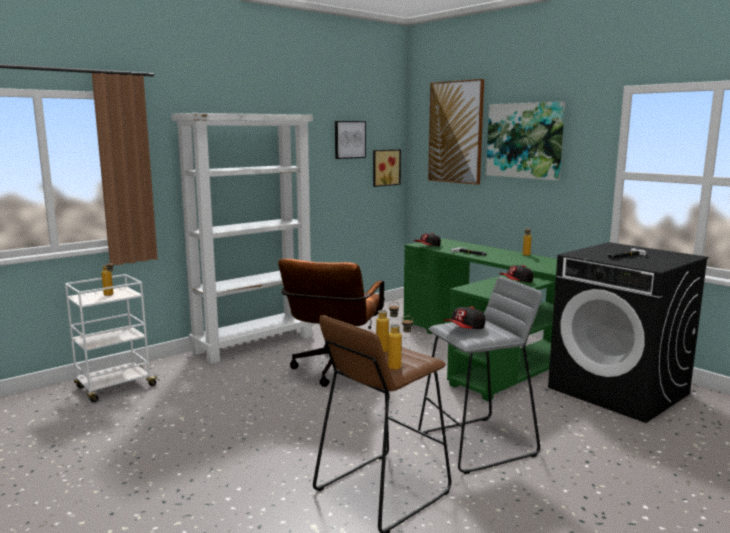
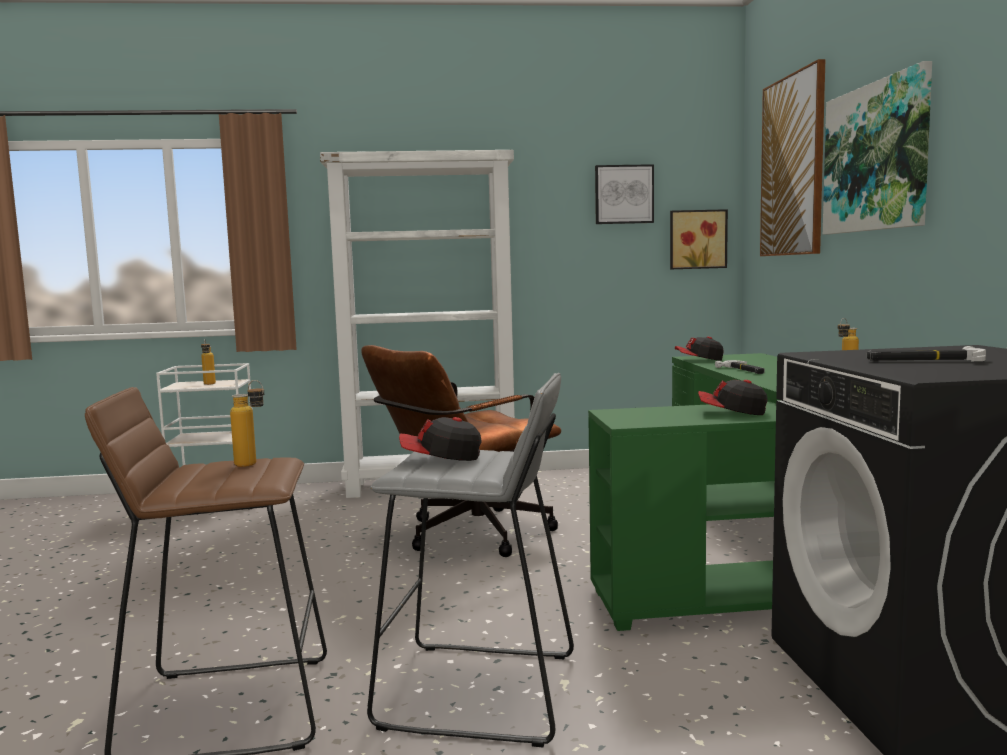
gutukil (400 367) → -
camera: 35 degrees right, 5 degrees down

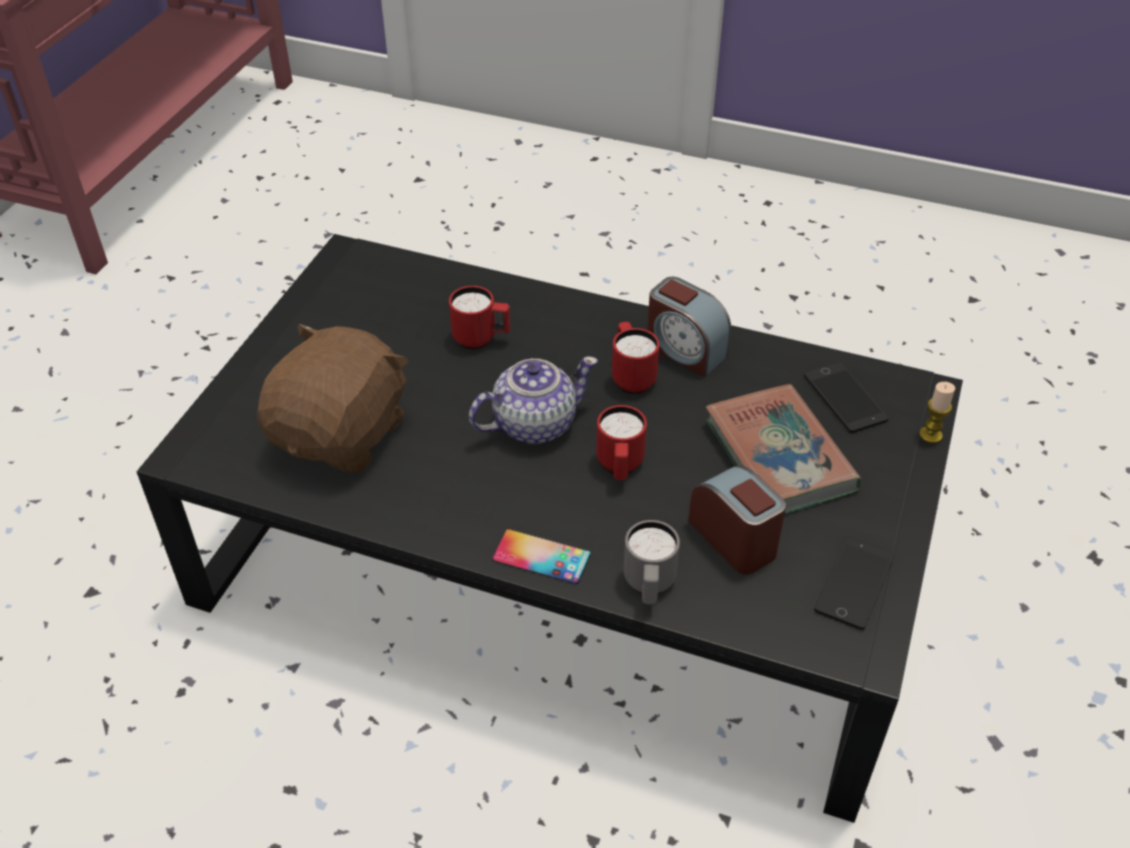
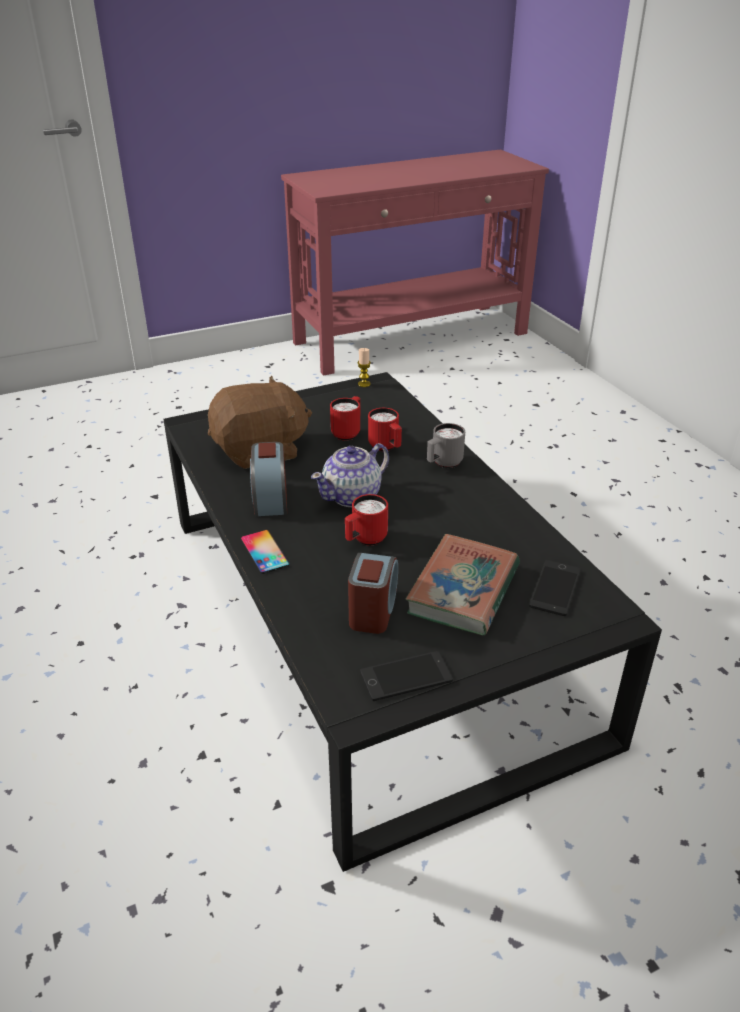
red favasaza (631 377) → red favasaza (348 432), shifted
grey favasaza (649 586) → grey favasaza (443 464), shifted
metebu (684 350) → metebu (270 498), shifted
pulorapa (930 435) → pulorapa (364 384), shifted
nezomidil (533 424) → nezomidil (352 496), 120 degrees clockwise
camera: 45 degrees right, 10 degrees down

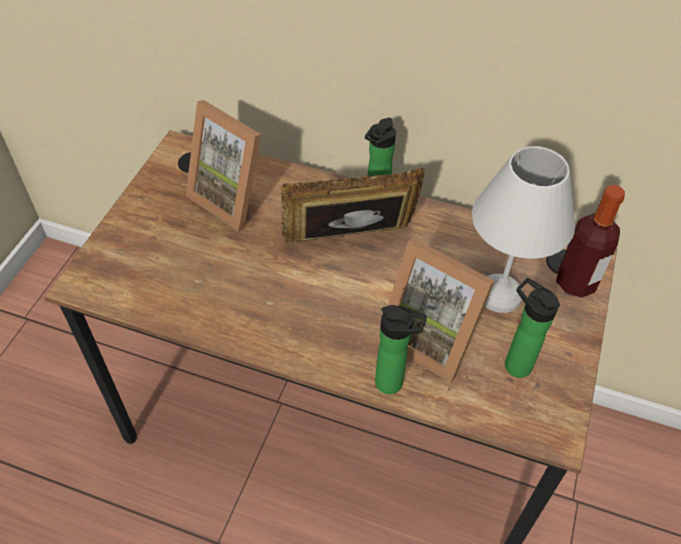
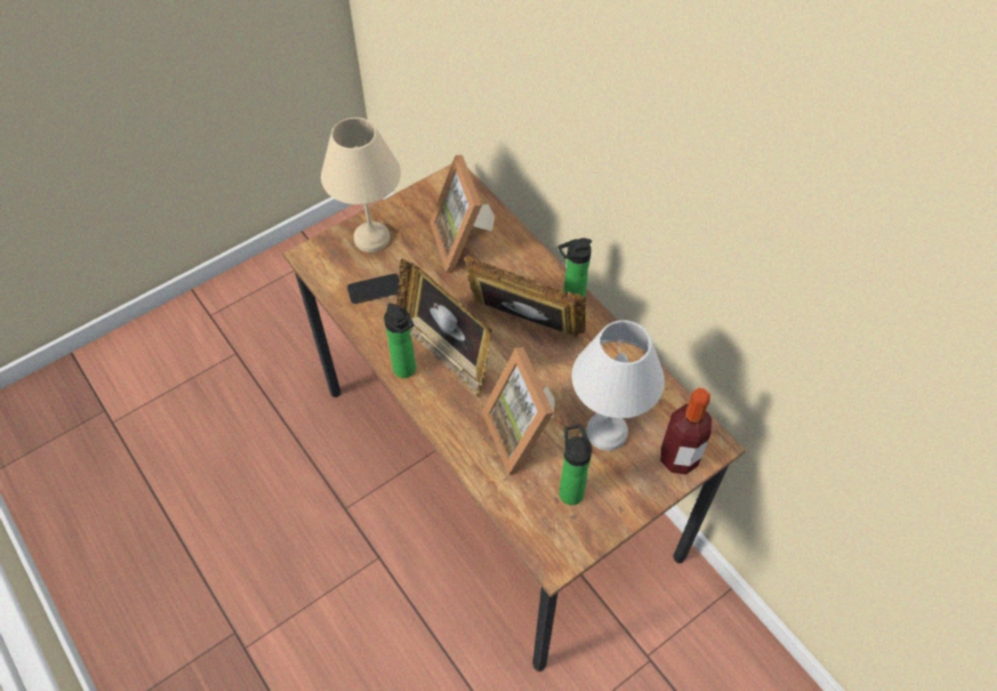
- → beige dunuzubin (370 238)
- → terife (374 289)
- → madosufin (445 351)
gutukil (393 384) → gutukil (406 371), shifted
camera: 35 degrees right, 5 degrees up

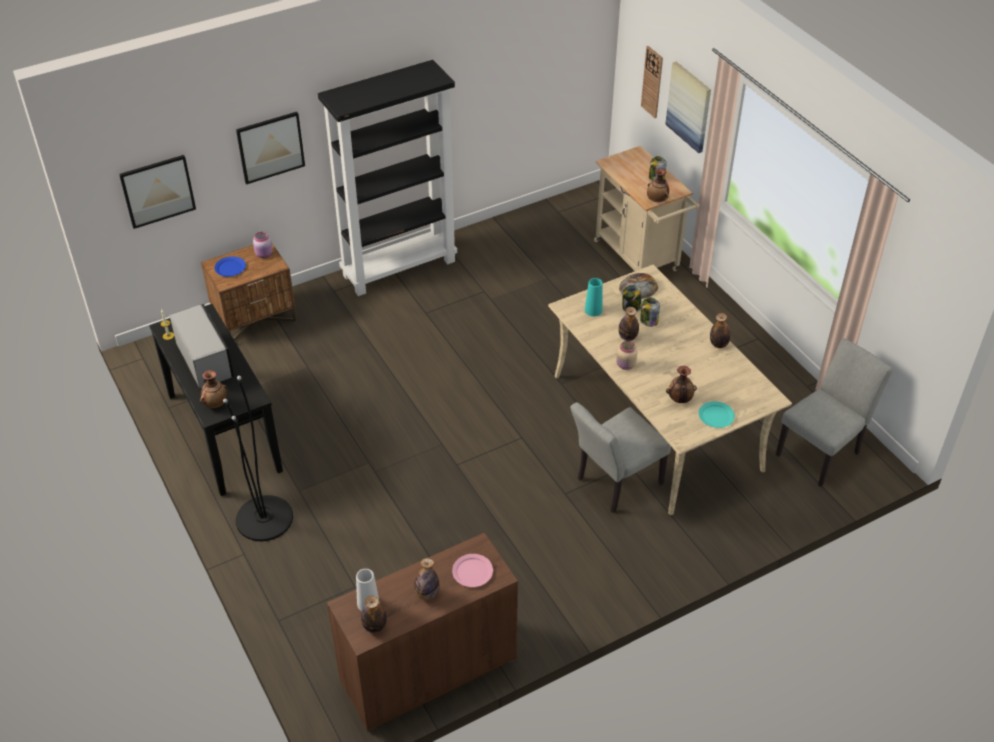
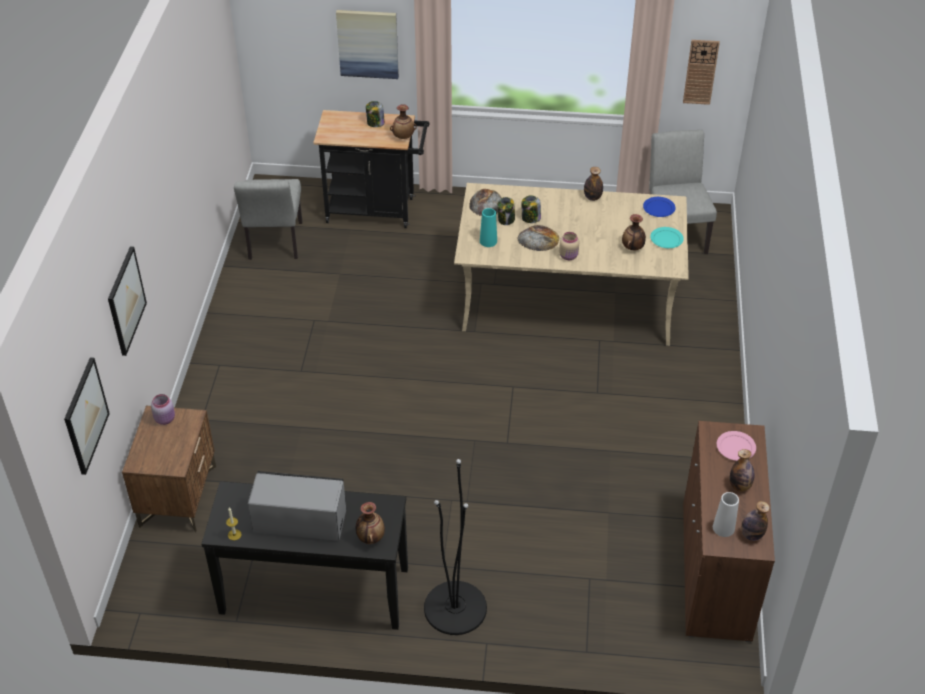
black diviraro (399 267) → -
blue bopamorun (230 268) → blue bopamorun (659 208), shifted
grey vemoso (614 484) → grey vemoso (274 244), shifted
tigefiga (652 82) → tigefiga (700 72), shifted
gutukil (627 337) → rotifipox (538 239)
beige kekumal (639 259) → black kekumal (376 210)
camera: 55 degrees left, 0 degrees up

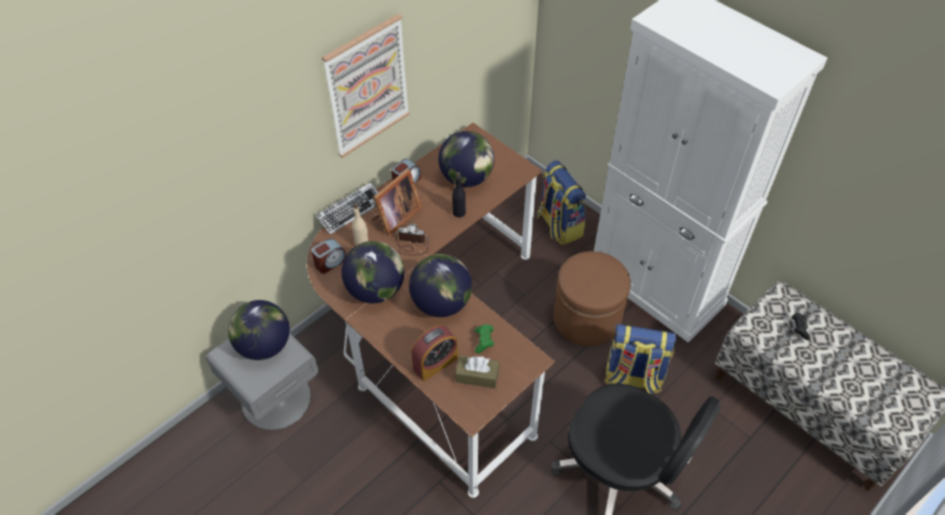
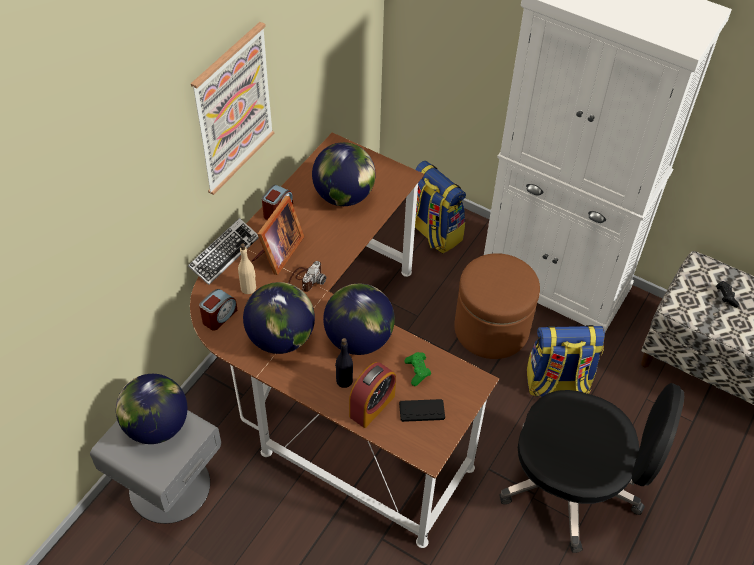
black gutukil (459 212) → black gutukil (344 380), shifted
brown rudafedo (477 376) → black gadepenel (422 411)
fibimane (411 244) → fibimane (305 280), 120 degrees clockwise
camera: 15 degrees left, 0 degrees up

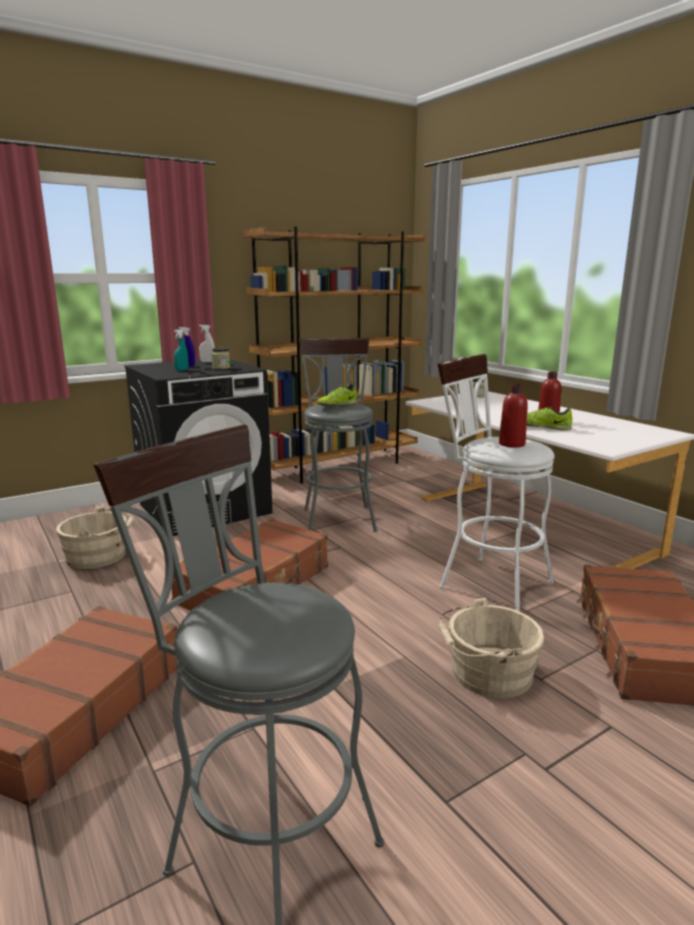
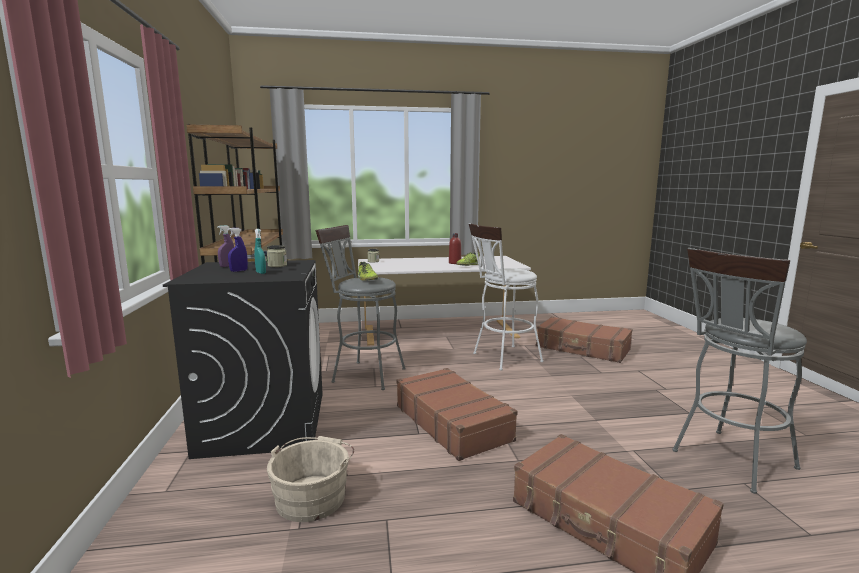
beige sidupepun (486 673) → -
red gutukil (511 444) → -
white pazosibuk (207 362) → purple pazosibuk (227 266)
camera: 65 degrees left, 5 degrees down

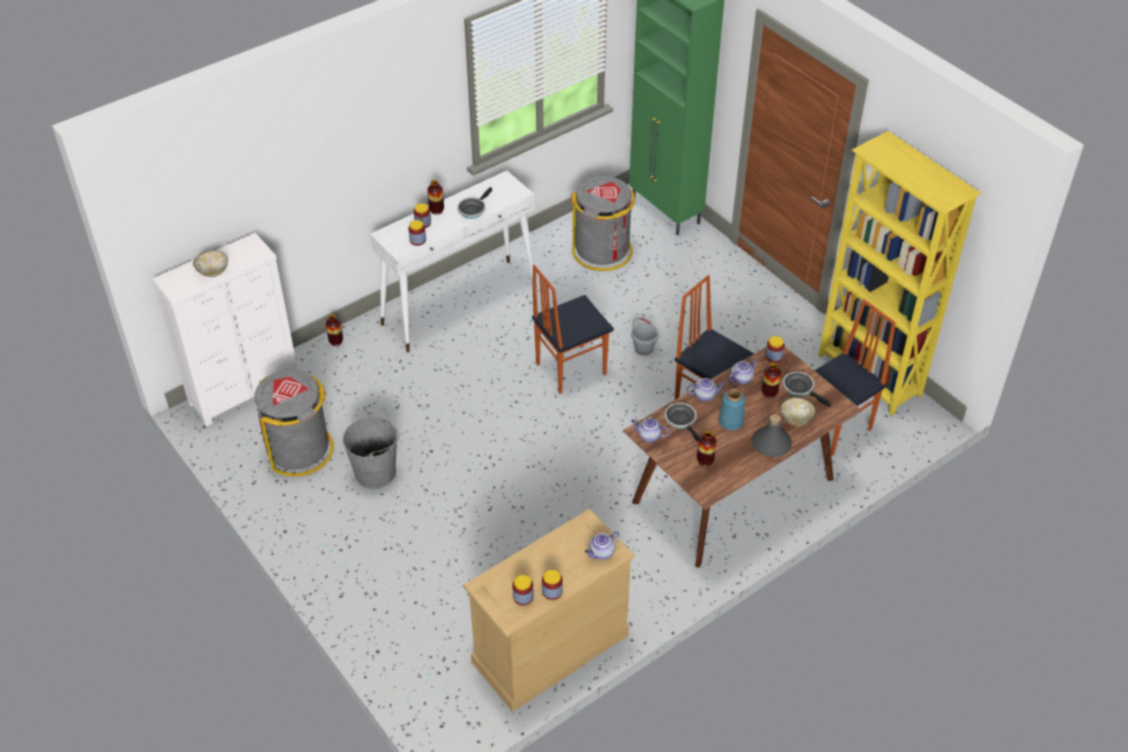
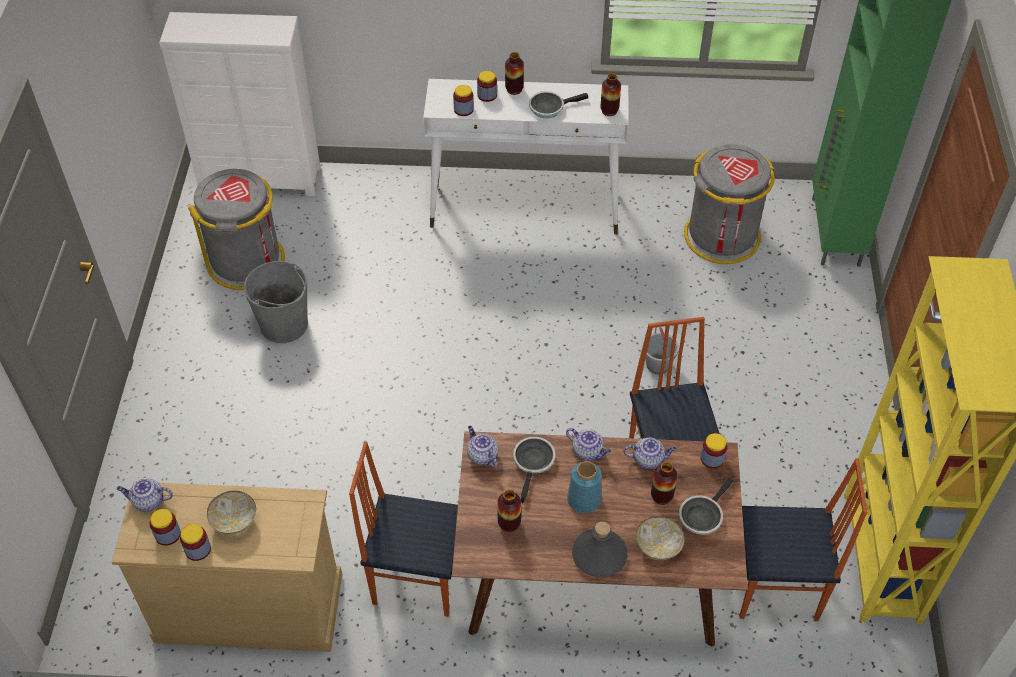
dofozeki (213 271) → dofozeki (234 521), shifted
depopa (336 341) → depopa (609 111), shifted
vemoso (569 368) → vemoso (417 578), shifted
nezomidil (601 553) → nezomidil (148 502), shifted
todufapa (800 389) → todufapa (702 515), 135 degrees counterclockwise
camera: 40 degrees right, 5 degrees up

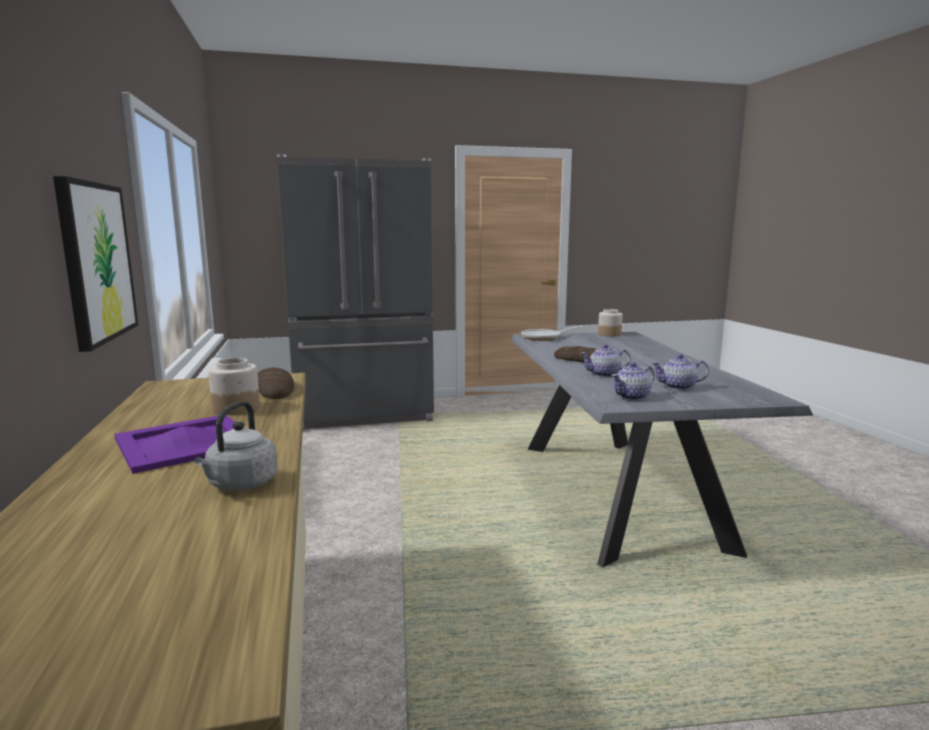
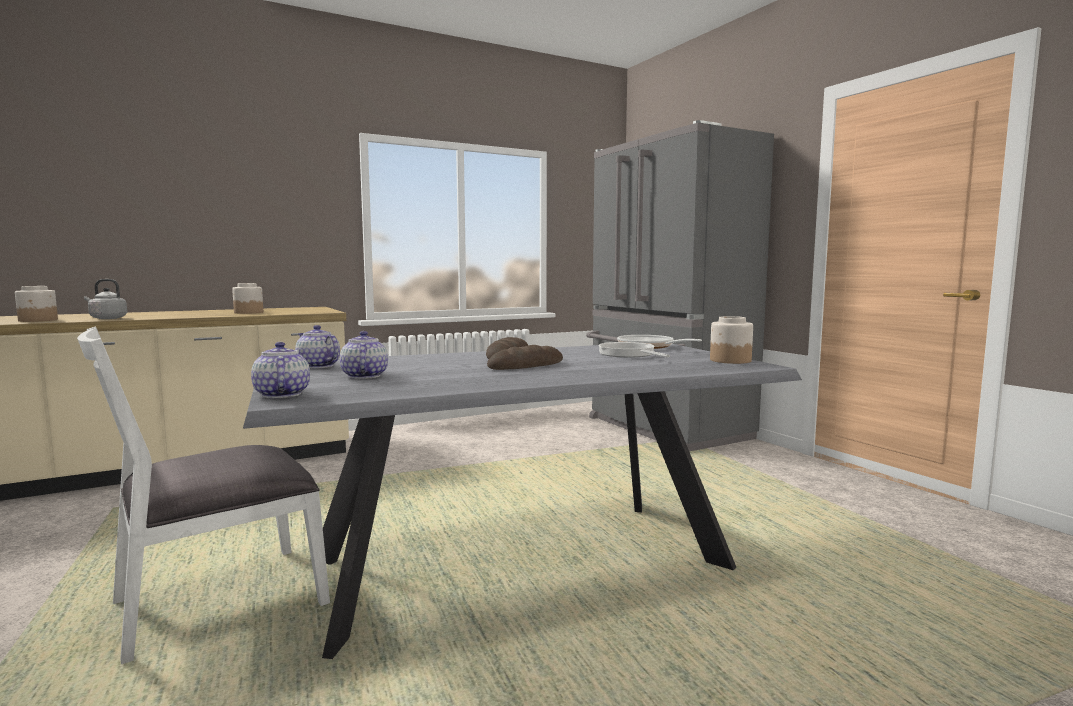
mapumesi (96 262) → -
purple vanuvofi (186 443) → -
- → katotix (38 320)
- → white vemoso (218 601)
- → todufapa (628 354)
rotifipox (274 389) → rotifipox (526 365), shifted
nezomidil (604 374) → nezomidil (281 394), shifted
camera: 75 degrees right, 5 degrees down

